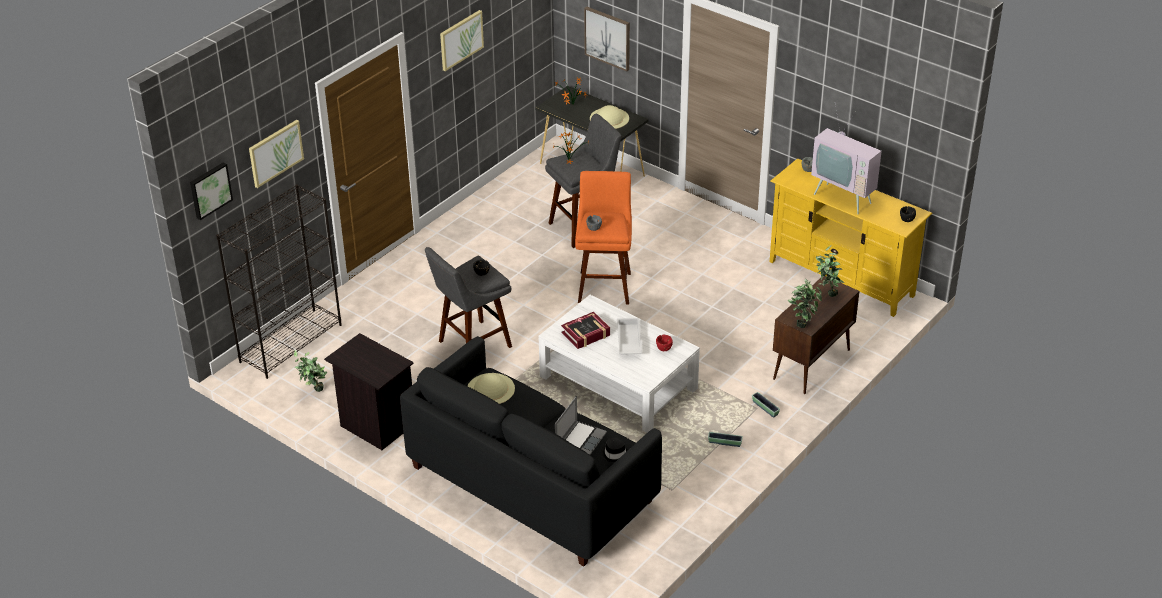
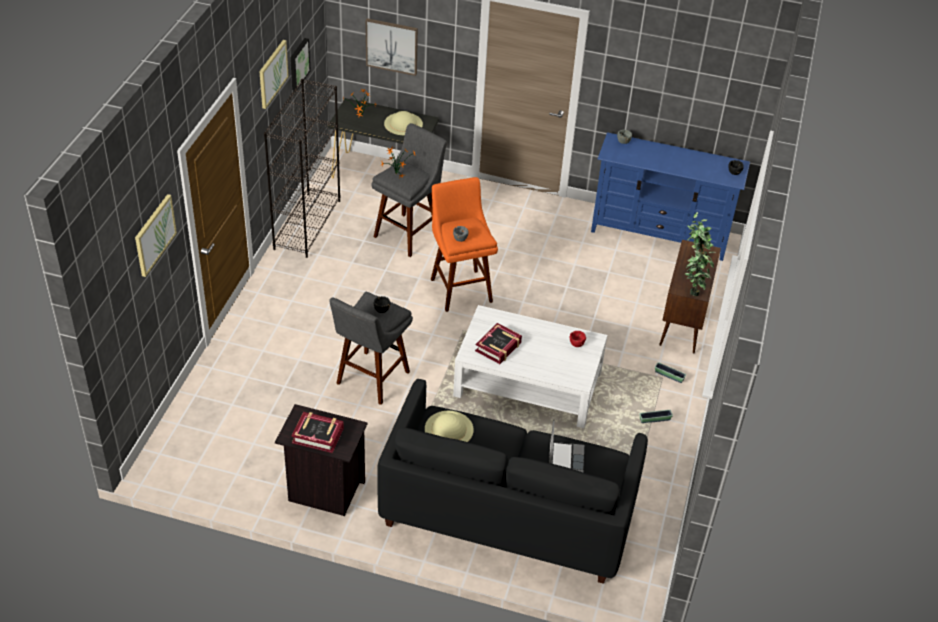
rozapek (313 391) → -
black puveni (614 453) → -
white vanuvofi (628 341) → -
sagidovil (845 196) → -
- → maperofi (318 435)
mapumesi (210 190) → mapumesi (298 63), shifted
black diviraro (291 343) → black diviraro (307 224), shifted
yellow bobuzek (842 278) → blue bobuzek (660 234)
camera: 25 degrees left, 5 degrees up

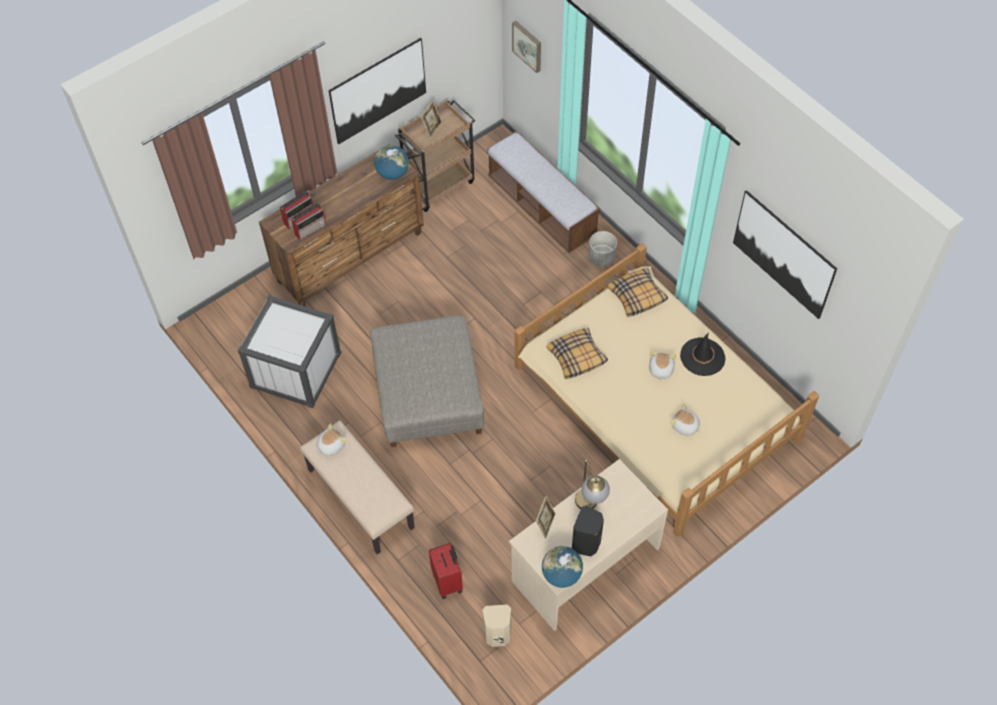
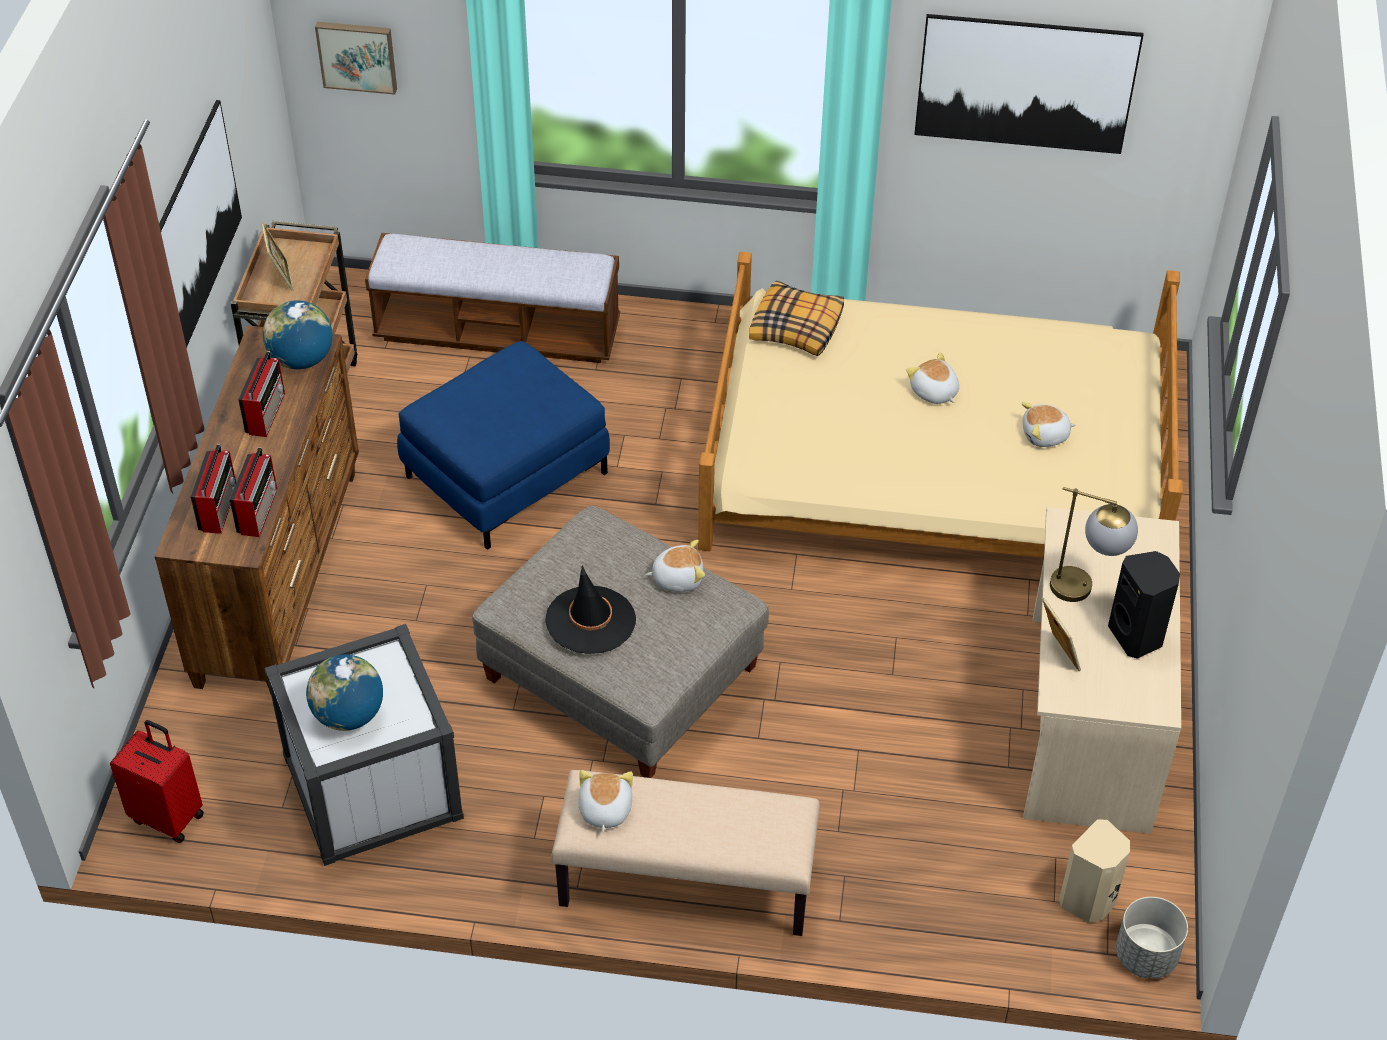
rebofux (576 357) → -
- → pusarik (266 412)
- → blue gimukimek (506 474)
- → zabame (677 578)
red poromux (448 581) → red poromux (168 816), shifted
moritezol (561 574) → moritezol (349 715), shifted
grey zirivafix (602 257) → grey zirivafix (1146 955), shifted
black puveni (702 357) → black puveni (590 620), shifted
camera: 45 degrees left, 10 degrees down

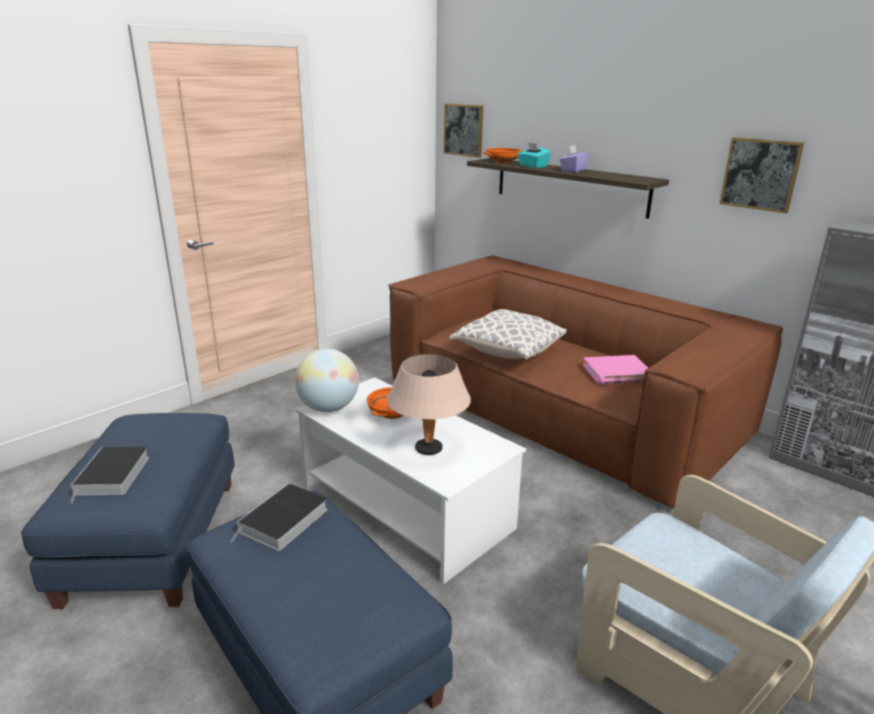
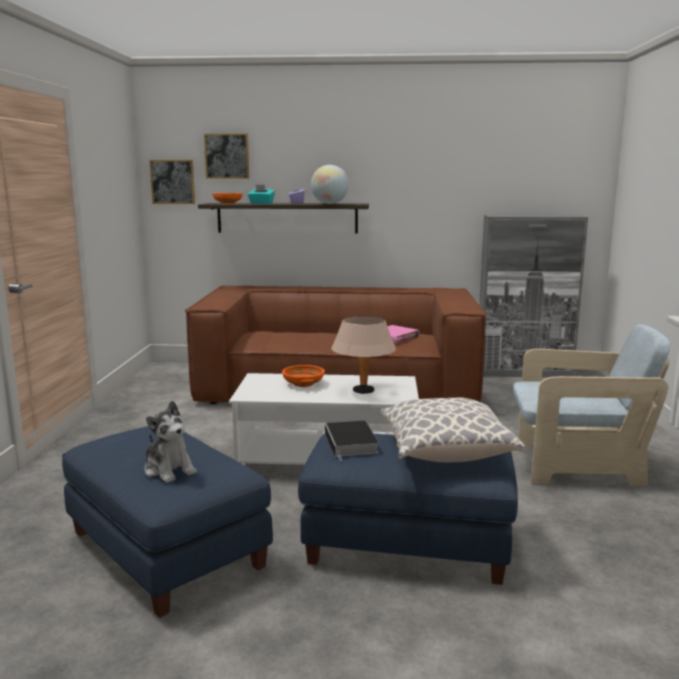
moritezol (328 408) → moritezol (329 203), shifted
rebofux (507 351) → rebofux (446 453), shifted
mapumesi (760 174) → mapumesi (227 156), shifted
maperofi (112 476) → zabame (169 470)
camera: 40 degrees left, 10 degrees down

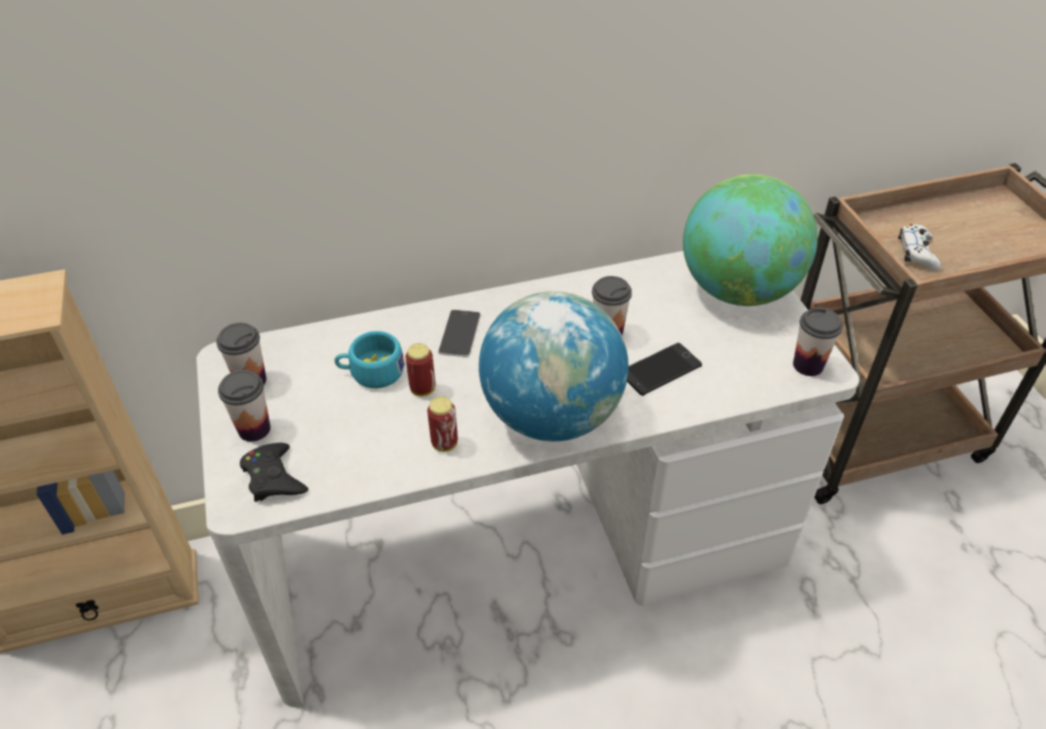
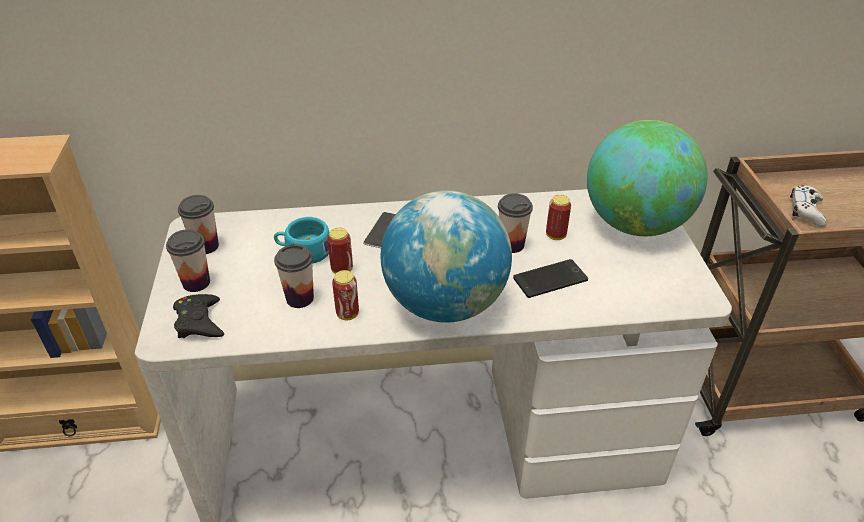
- → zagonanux (555 236)
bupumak (808 365) → bupumak (300 298), shifted
camera: 10 degrees right, 5 degrees down

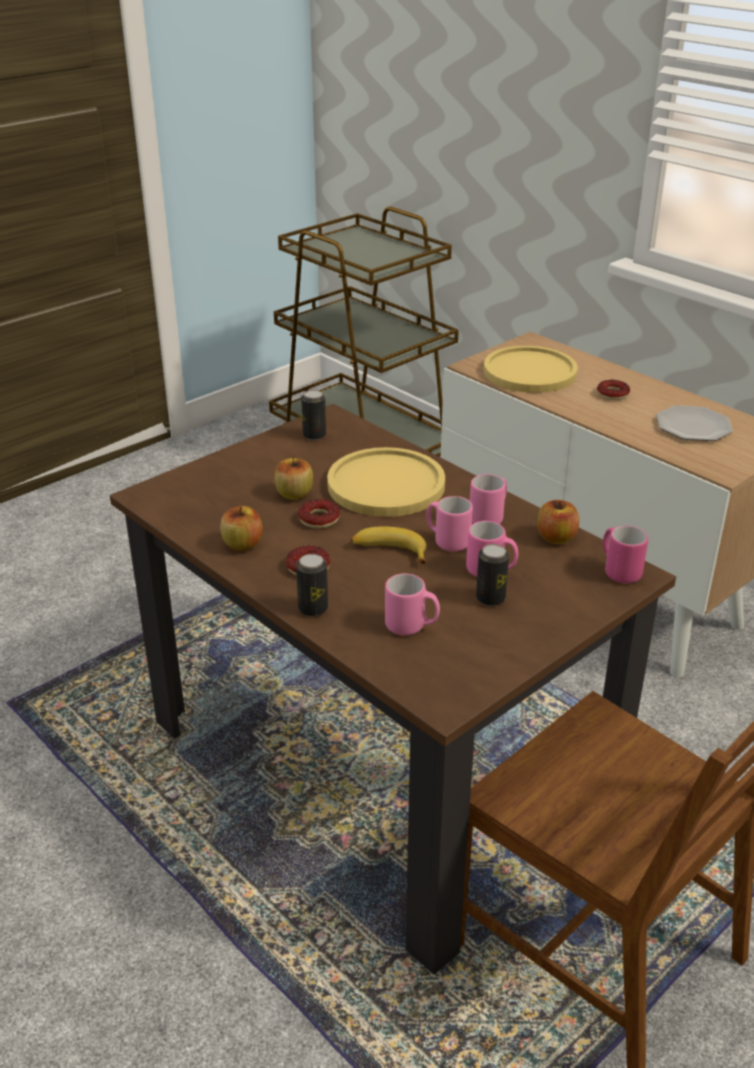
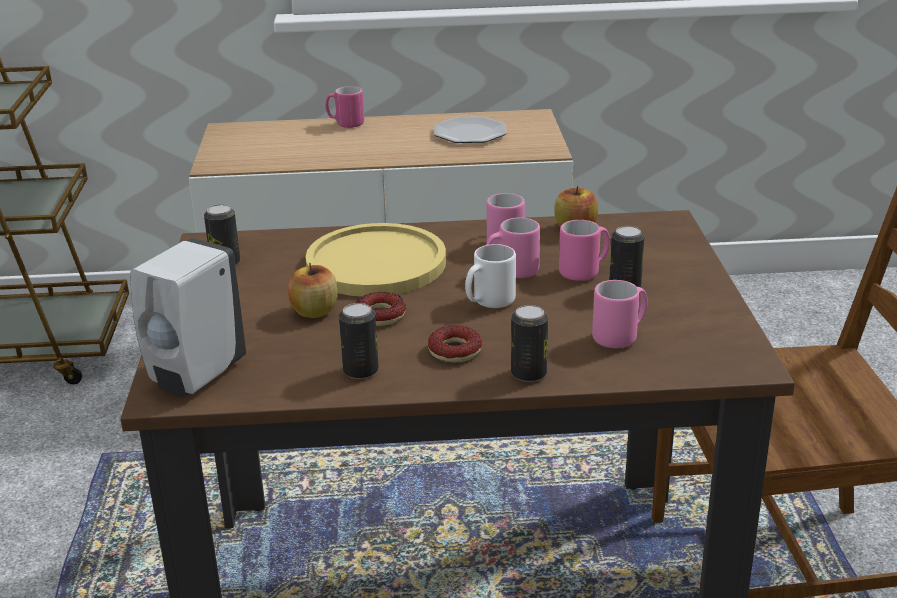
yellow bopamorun (530 372) → -
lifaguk (613 394) → -
- → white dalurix (195 377)
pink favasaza (618 571) → pink favasaza (345 124), shifted
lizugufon (242 544) → zagonanux (360 371)
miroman (389 551) → white favasaza (488 303)
camera: 50 degrees left, 5 degrees down

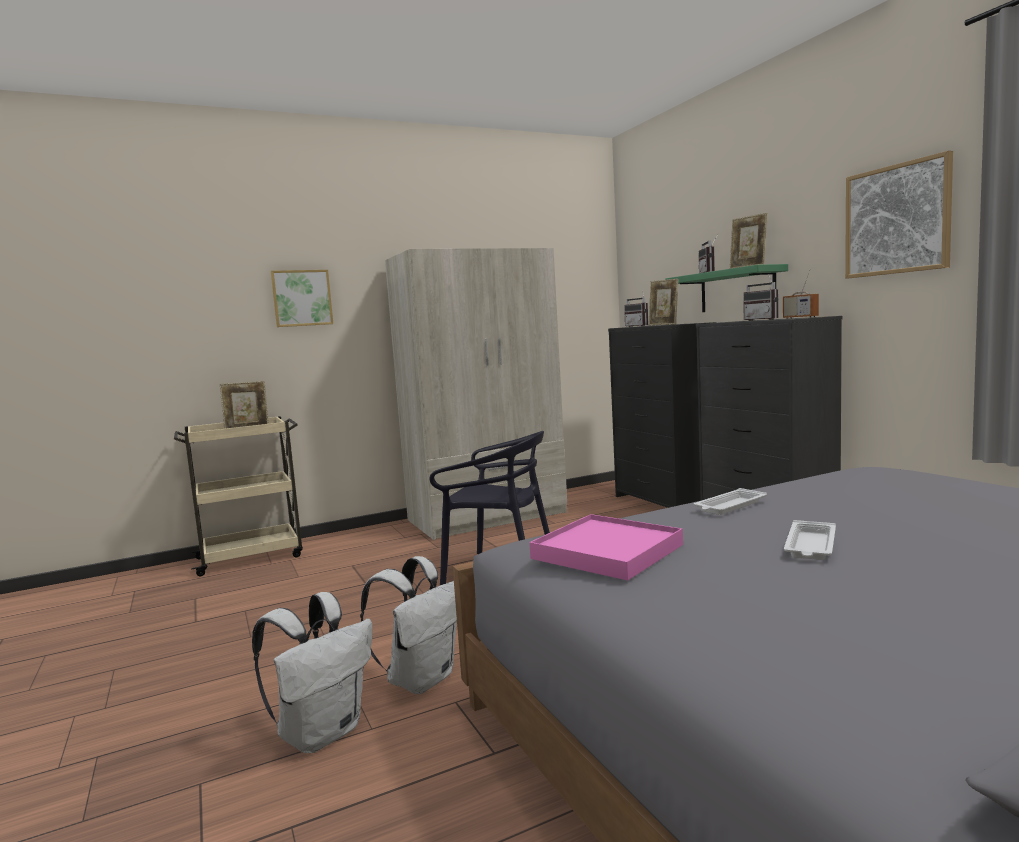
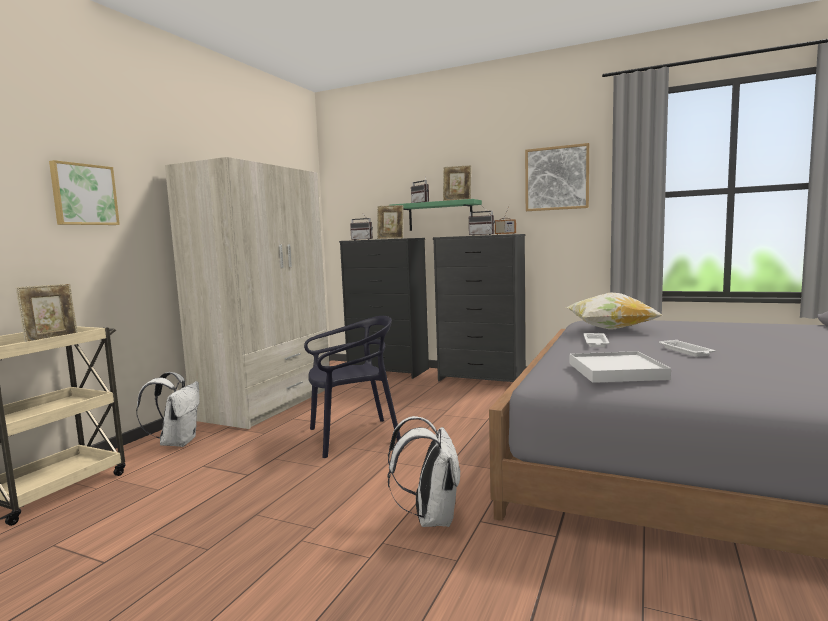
- → rebofux (610 329)
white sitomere (322 732) → white sitomere (177 442), shifted
pink vanuvofi (607 551) → white vanuvofi (616 371)
camera: 40 degrees left, 0 degrees up

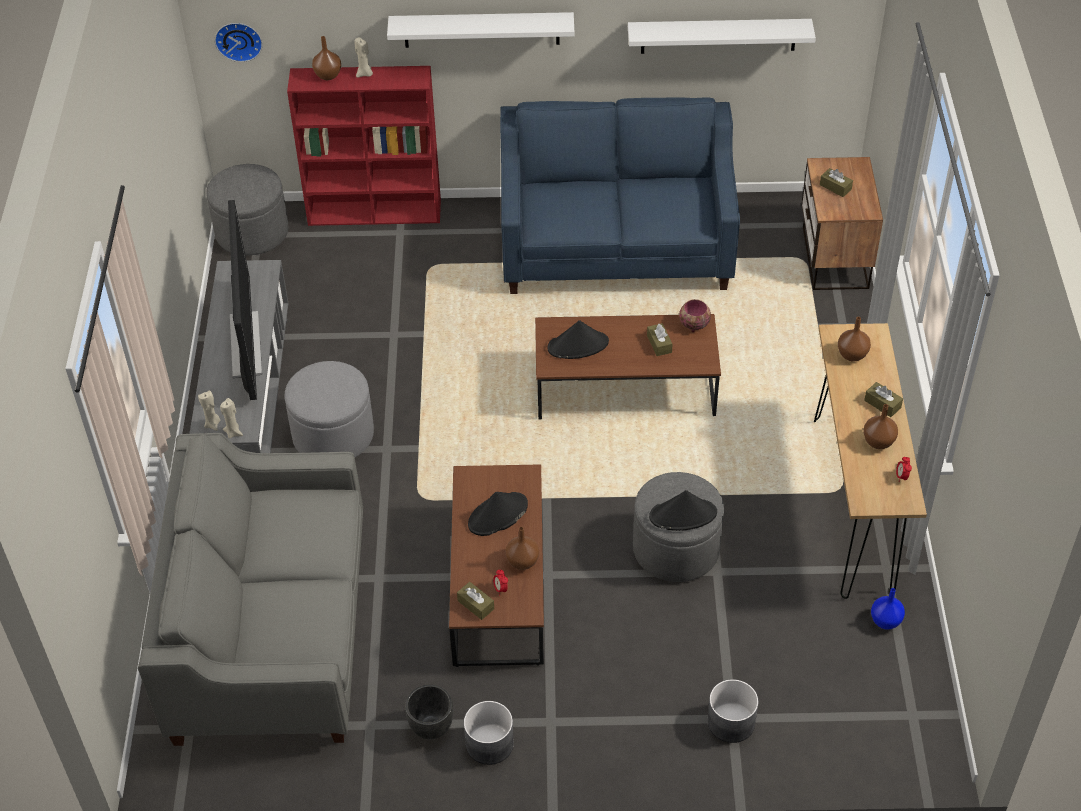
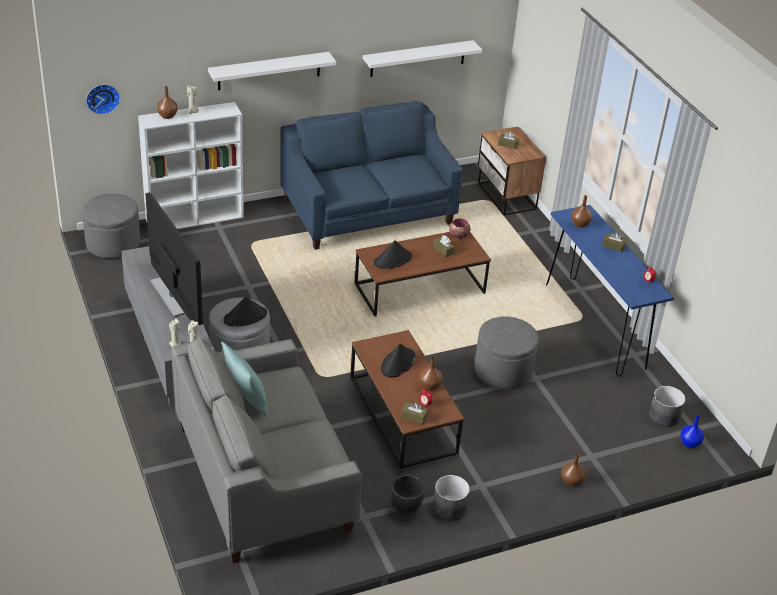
- → turquoise rebofux (246 400)
black puveni (683 515) → black puveni (245 317), shifted
grey zirivafix (731 722) → grey zirivafix (664 416), shifted
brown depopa (879 442) → brown depopa (572 481), shifted
blue depopa (885 620) → blue depopa (689 443), shifted
red diviraro (376 212) → white diviraro (195 218)
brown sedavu (852 504) → blue sedavu (594 325)
camera: 25 degrees left, 10 degrees down

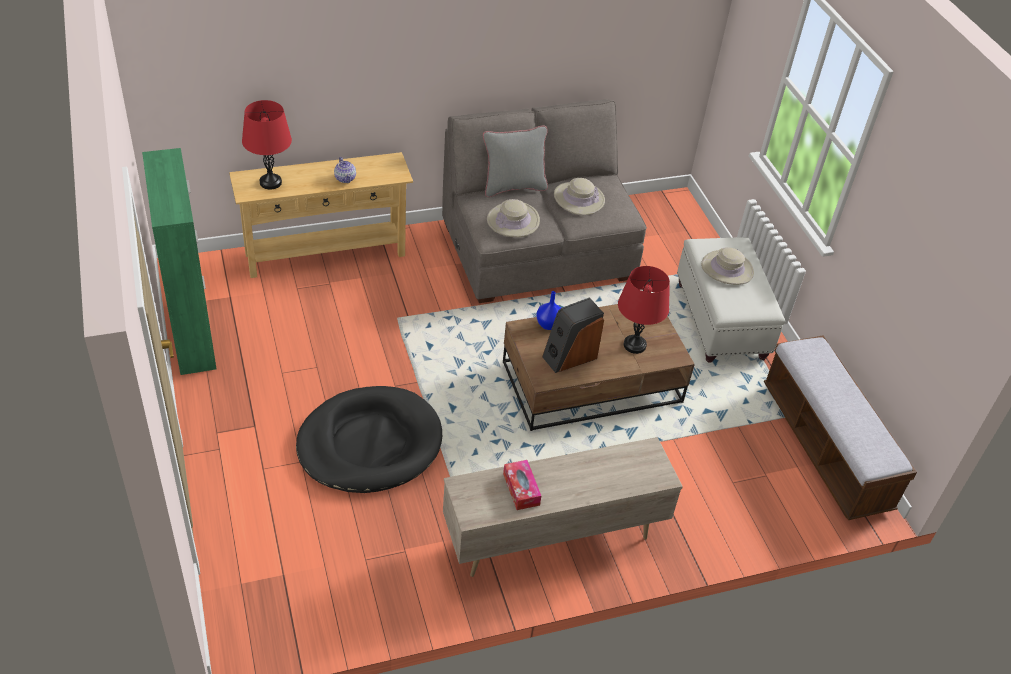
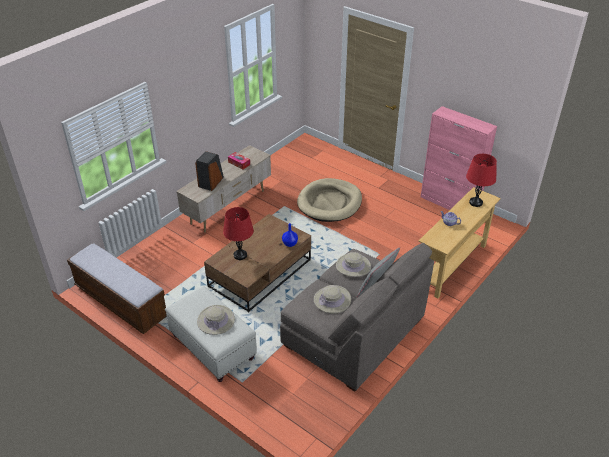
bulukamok (569 356) → bulukamok (211 182), shifted
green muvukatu (192 332) → pink muvukatu (449 204)
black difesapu (369 444) → beige difesapu (329 202)
camera: 150 degrees right, 5 degrees down

